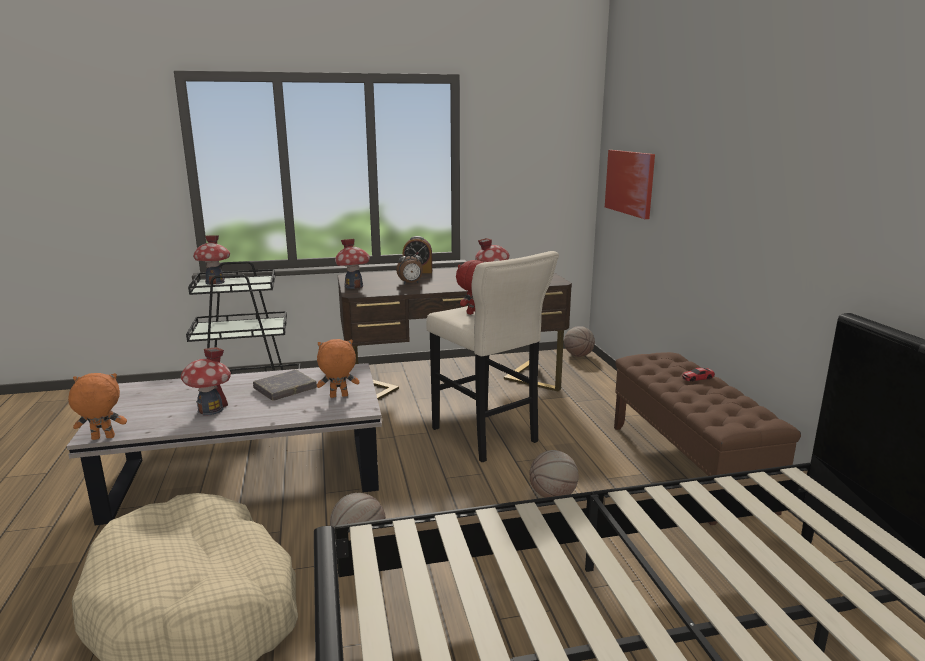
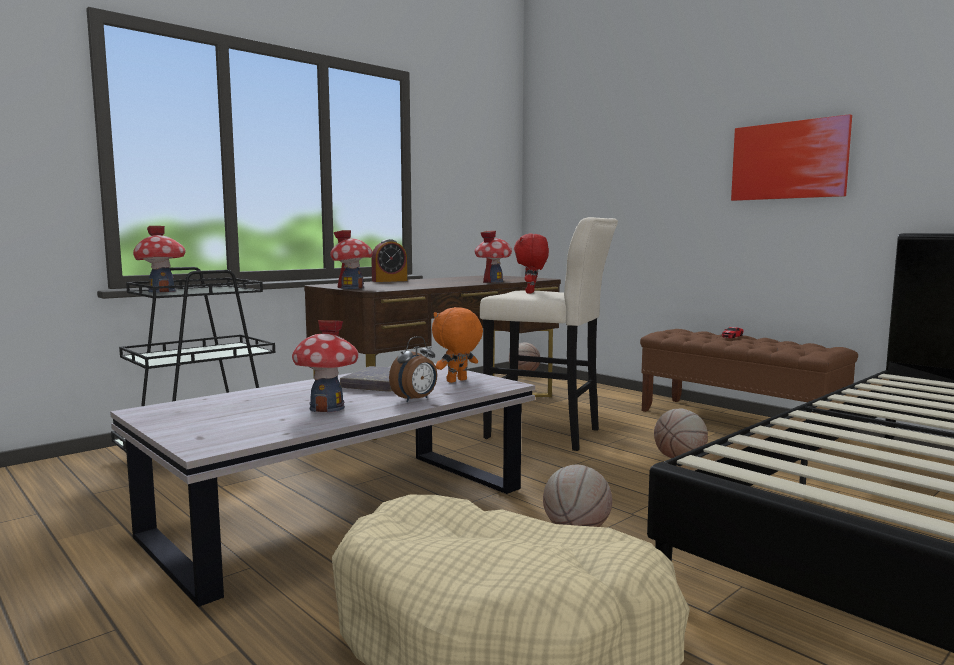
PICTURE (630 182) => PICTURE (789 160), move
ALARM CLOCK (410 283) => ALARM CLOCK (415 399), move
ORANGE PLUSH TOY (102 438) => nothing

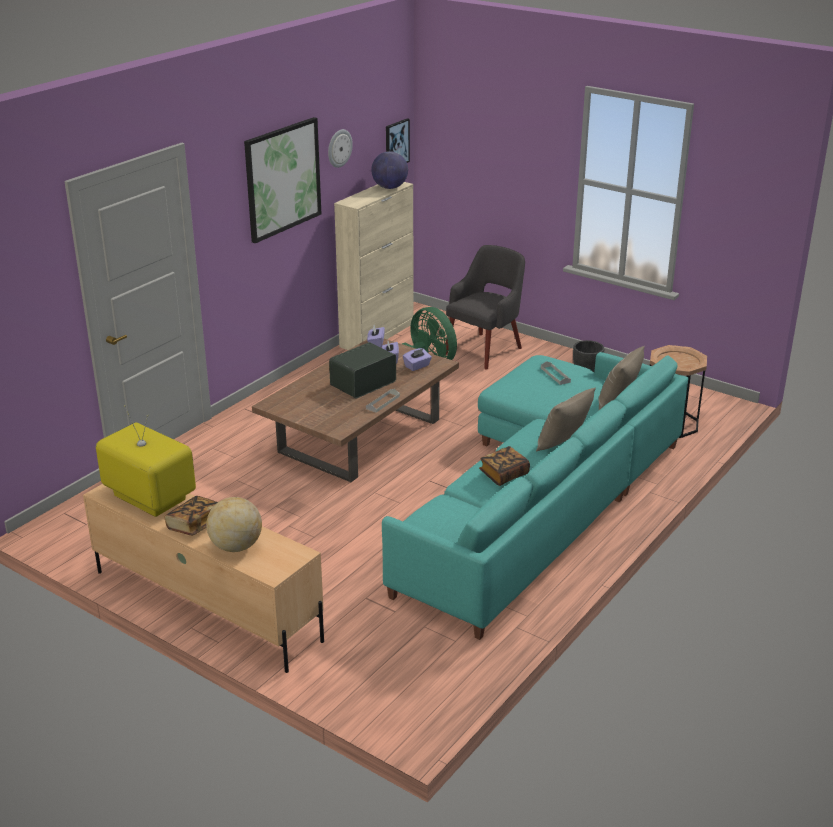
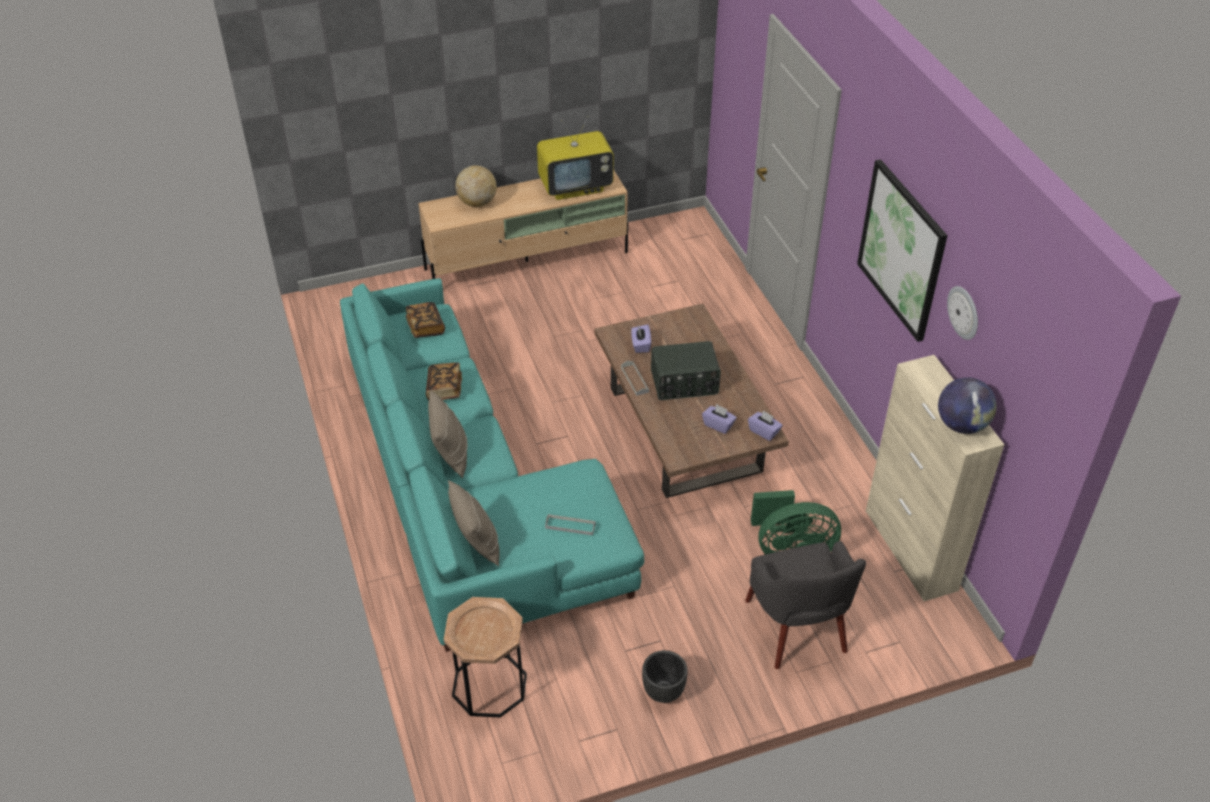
PICTURE (396 144) => nothing
RADIO (362 383) => RADIO (684 384), 90 degrees clockwise
PURPLE TISSUE BOX (417 366) => PURPLE TISSUE BOX (640 345), move
BOOK (194 525) => BOOK (425 327), move

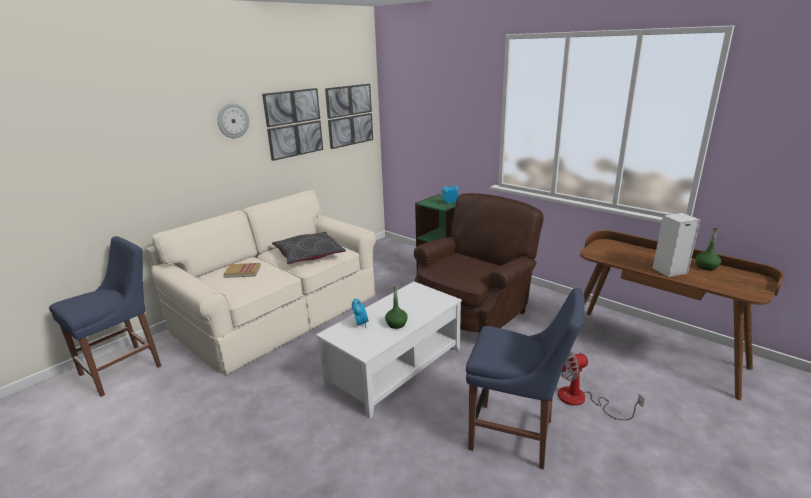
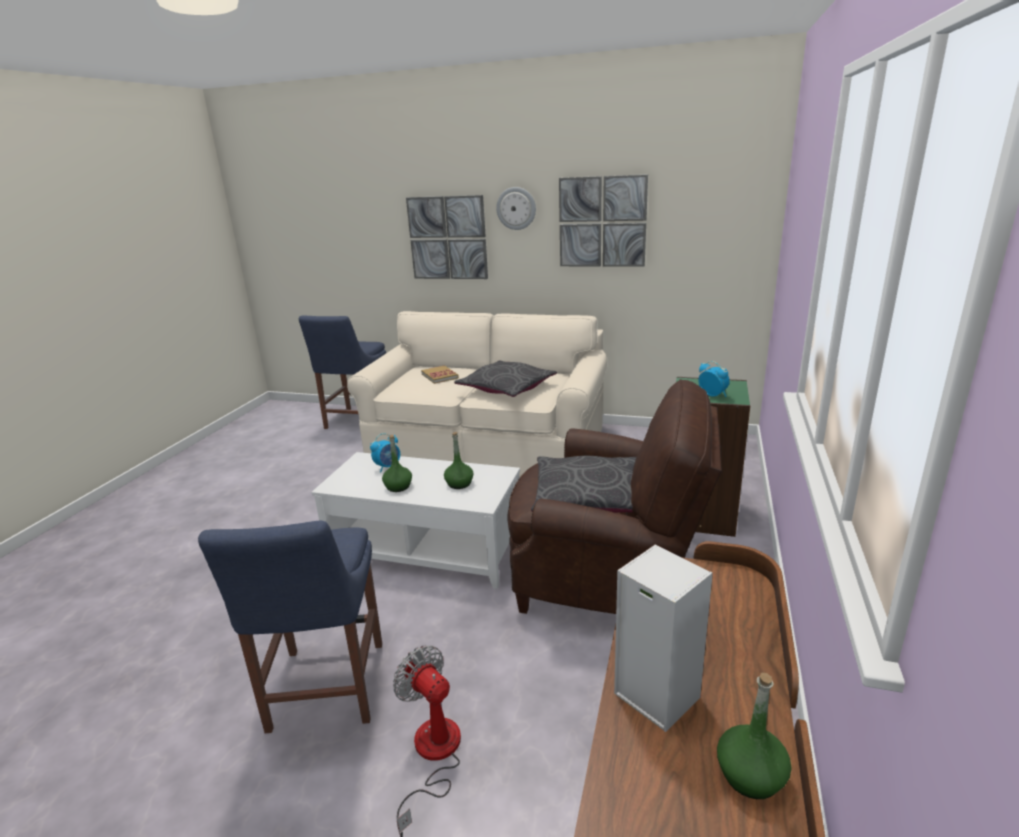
PICTURE (349 115) => PICTURE (448 238), move
BLUE CHAIR (125 368) => BLUE CHAIR (356 421), 90 degrees clockwise
nothing => GREEN BOTTLE (459 484)
nothing => GREY PILLOW (588 497)

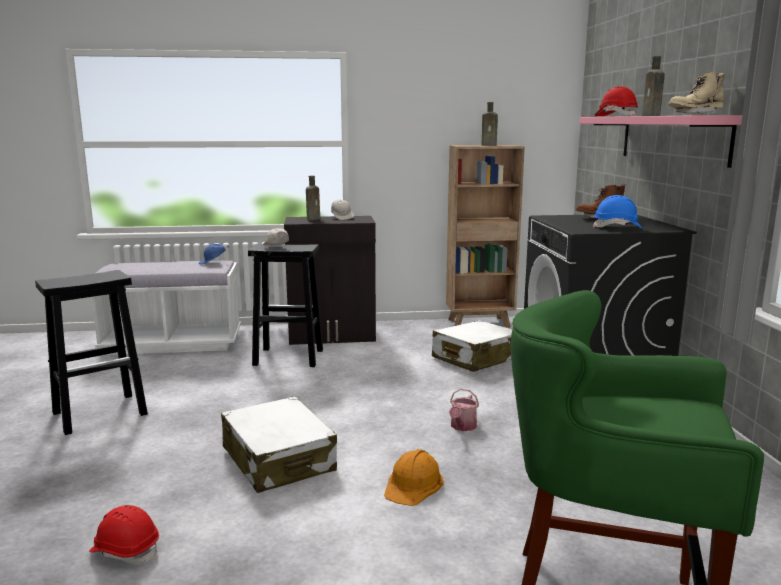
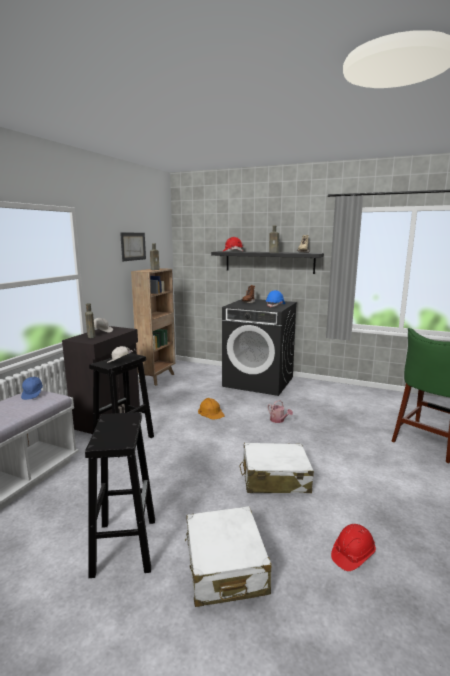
PINK SHELF (672 138) => BLACK SHELF (269 262)
WHITE SUITCASE (475 358) => WHITE SUITCASE (225 567), move
ORANGE HARD HAT (413 484) => ORANGE HARD HAT (211 412), move
nothing => PICTURE (133 246)

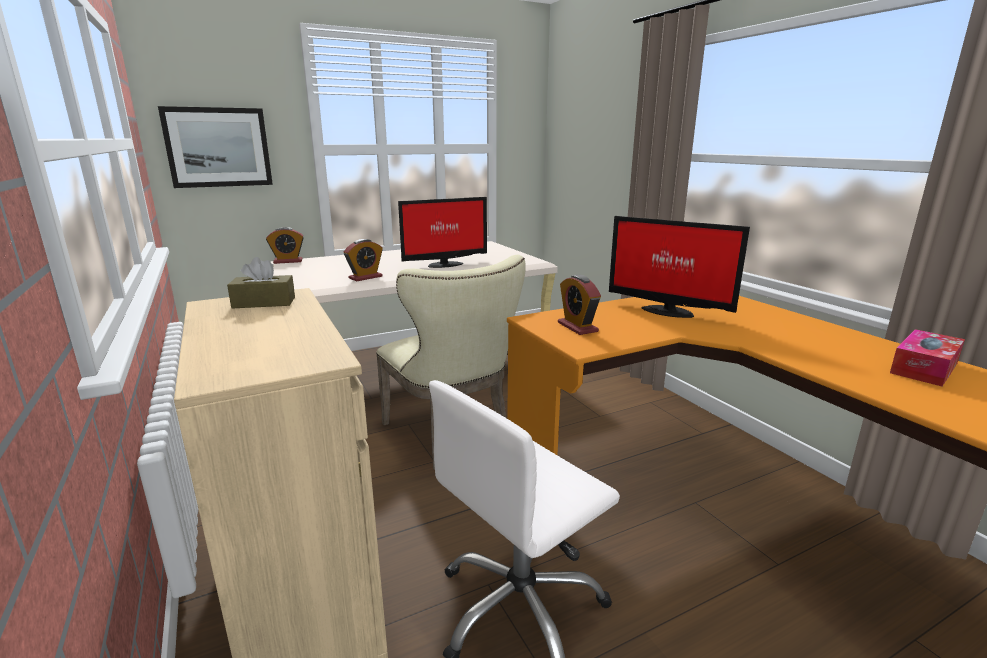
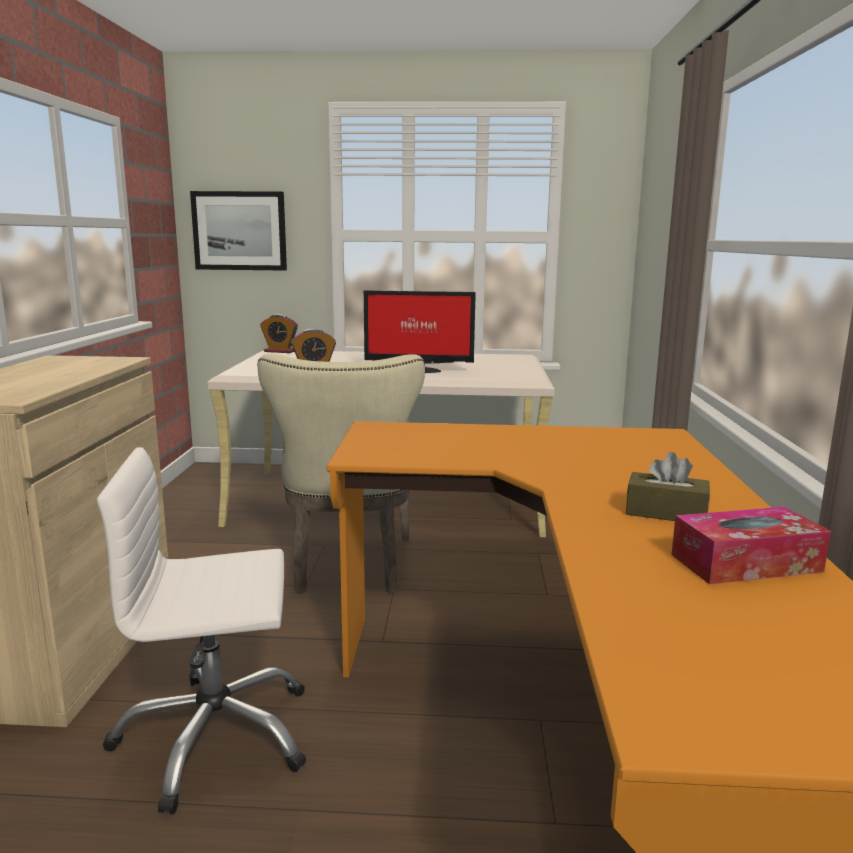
MONITOR (666 311) => nothing
BROWN TISSUE BOX (264 303) => BROWN TISSUE BOX (666 513), move
ALARM CLOCK (577 327) => nothing

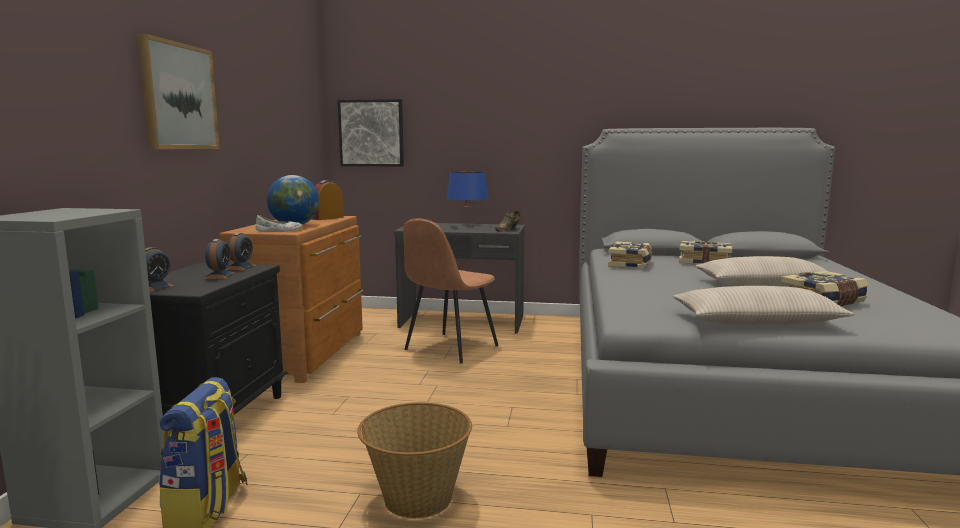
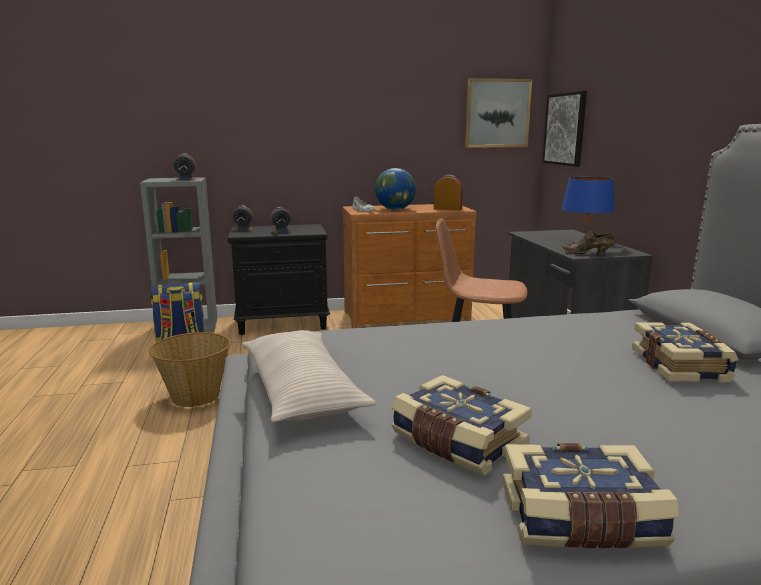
PICTURE (178 97) => PICTURE (497 113), move
ALARM CLOCK (240 267) => ALARM CLOCK (186 179), move
BOOK (630 264) => BOOK (581 519), move
BEIGE PILLOW (762 284) => nothing

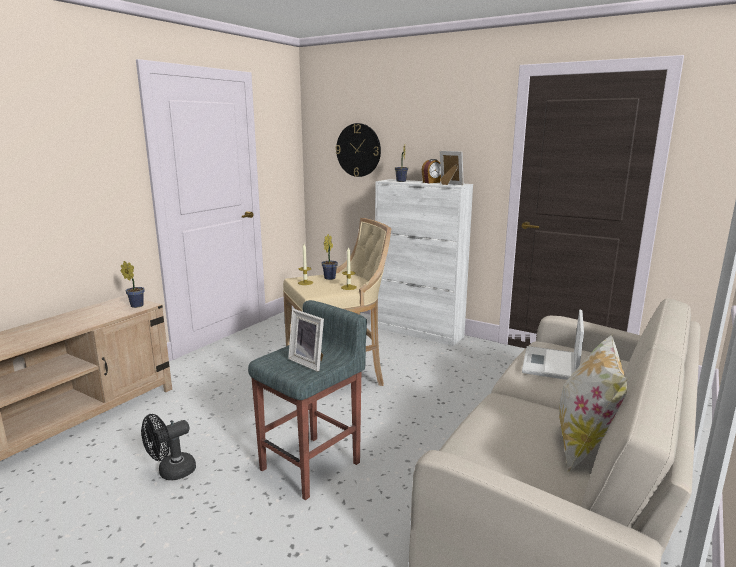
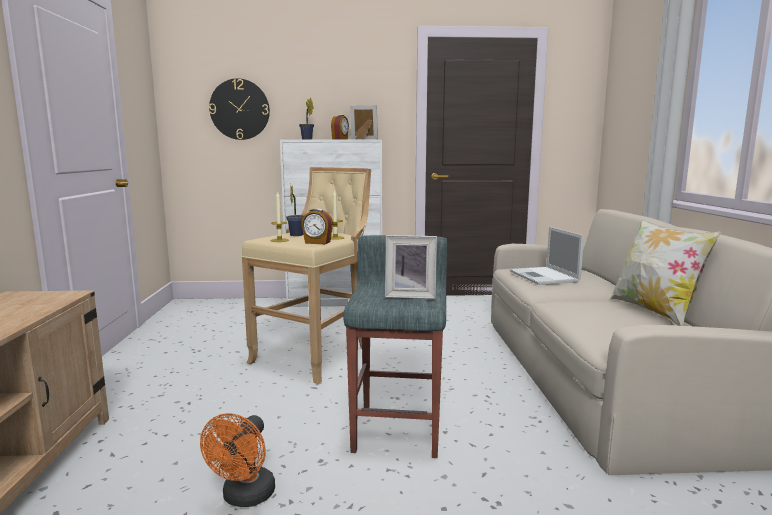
POTTED PLANT (136 305) => nothing
BLACK FAN (171 472) => ORANGE FAN (245 498)
nothing => ALARM CLOCK (317 242)

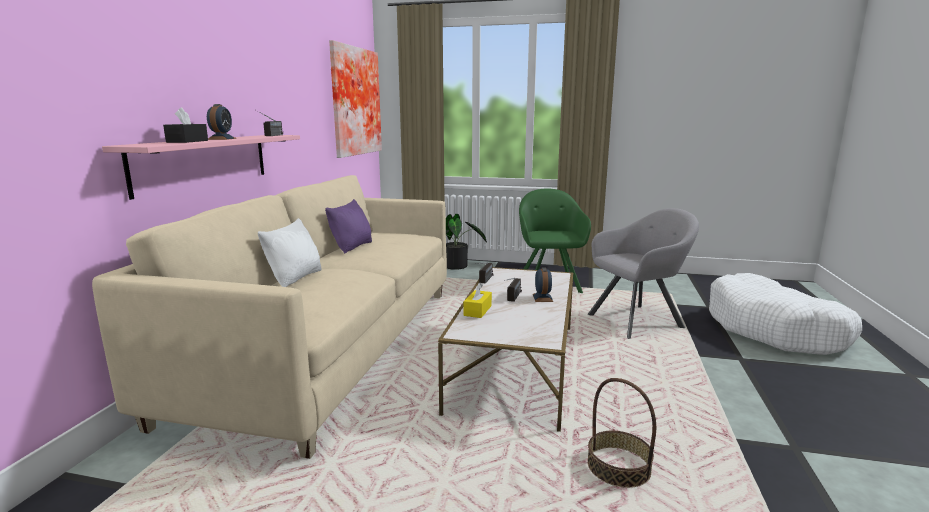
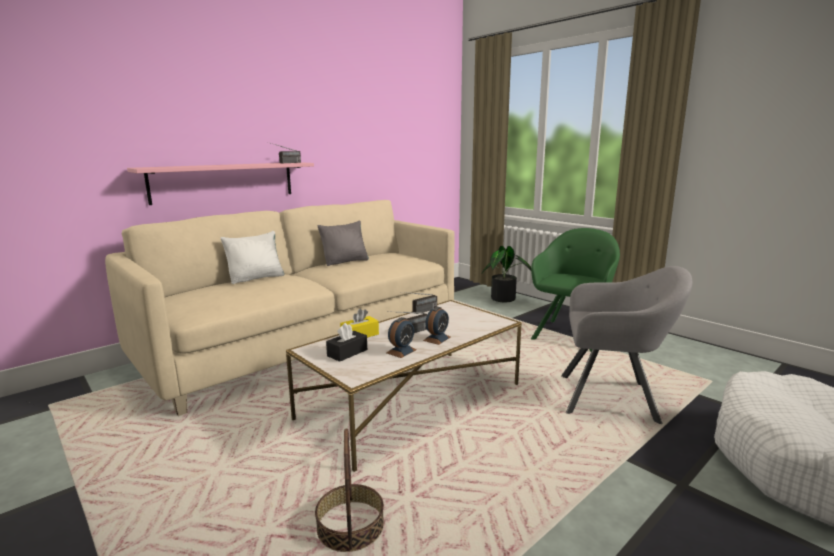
PICTURE (353 101) => nothing
ALARM CLOCK (221 139) => ALARM CLOCK (401 351), move
BLACK TISSUE BOX (187 141) => BLACK TISSUE BOX (347 353), move
PURPLE PILLOW (352 247) => GREY PILLOW (345 262)

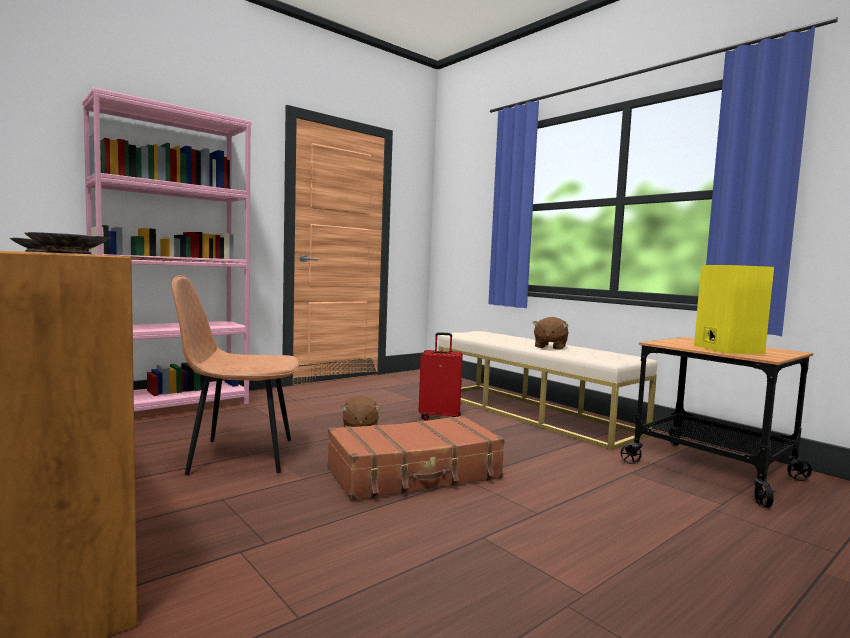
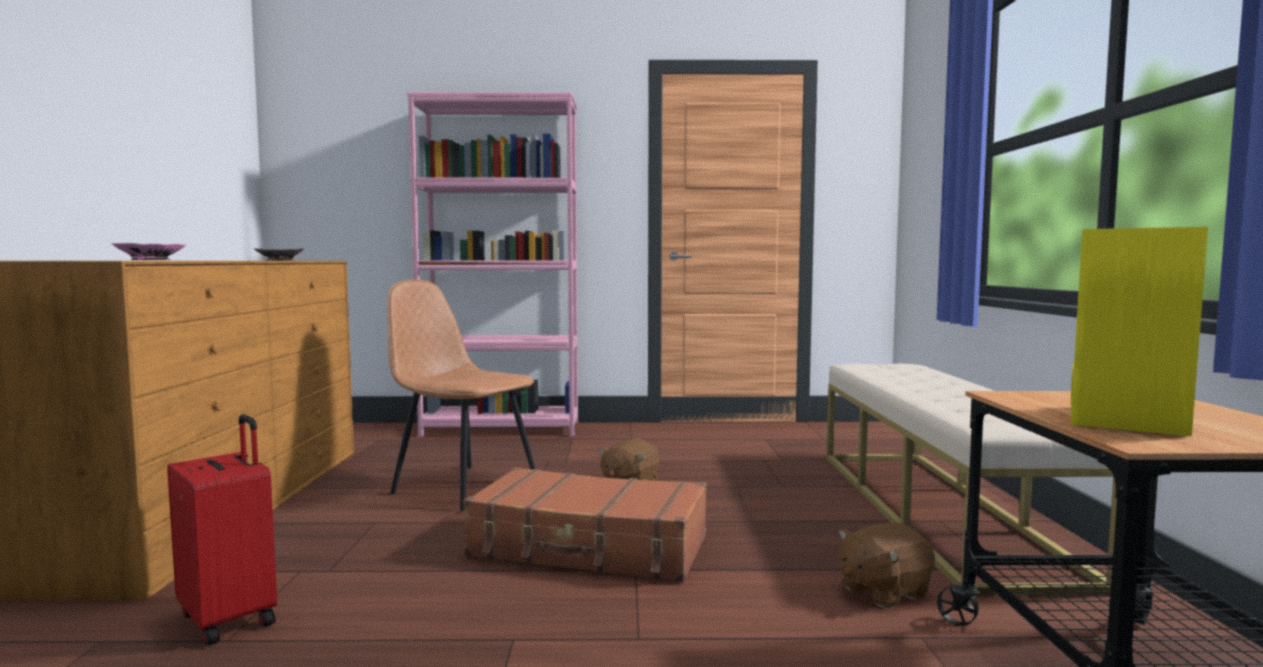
BROWN BOWL (70 253) => PINK BOWL (151 260)
BROWN PLUSH TOY (549 347) => BROWN PLUSH TOY (883 591), move
RED SUITCASE (440 417) => RED SUITCASE (230 618), move

